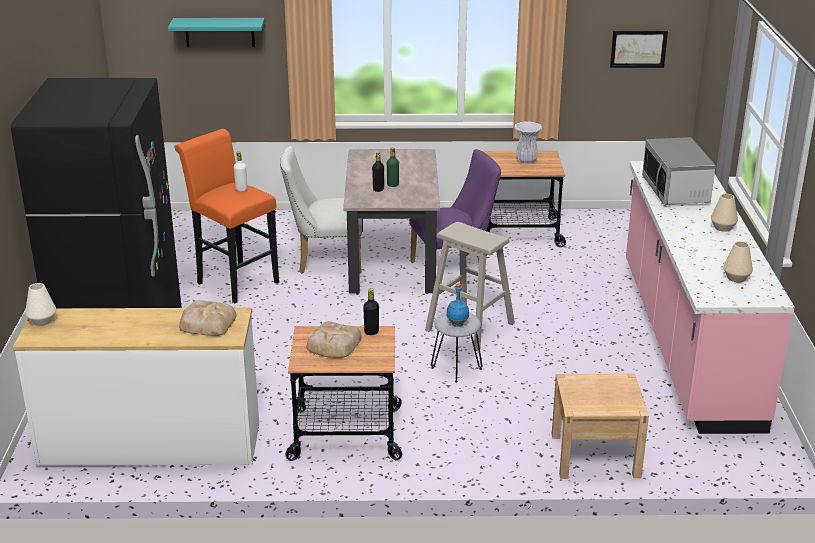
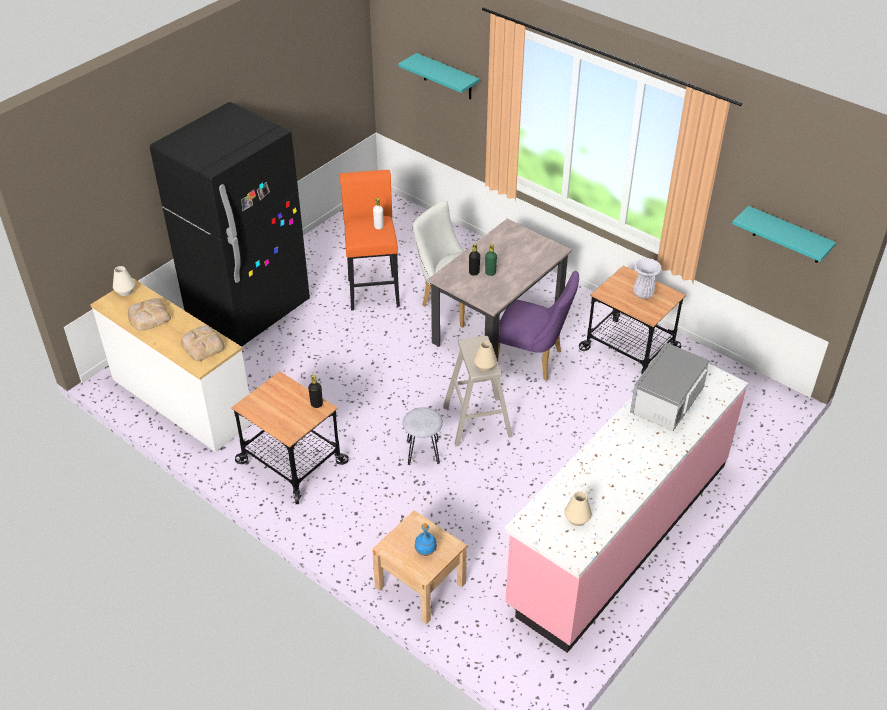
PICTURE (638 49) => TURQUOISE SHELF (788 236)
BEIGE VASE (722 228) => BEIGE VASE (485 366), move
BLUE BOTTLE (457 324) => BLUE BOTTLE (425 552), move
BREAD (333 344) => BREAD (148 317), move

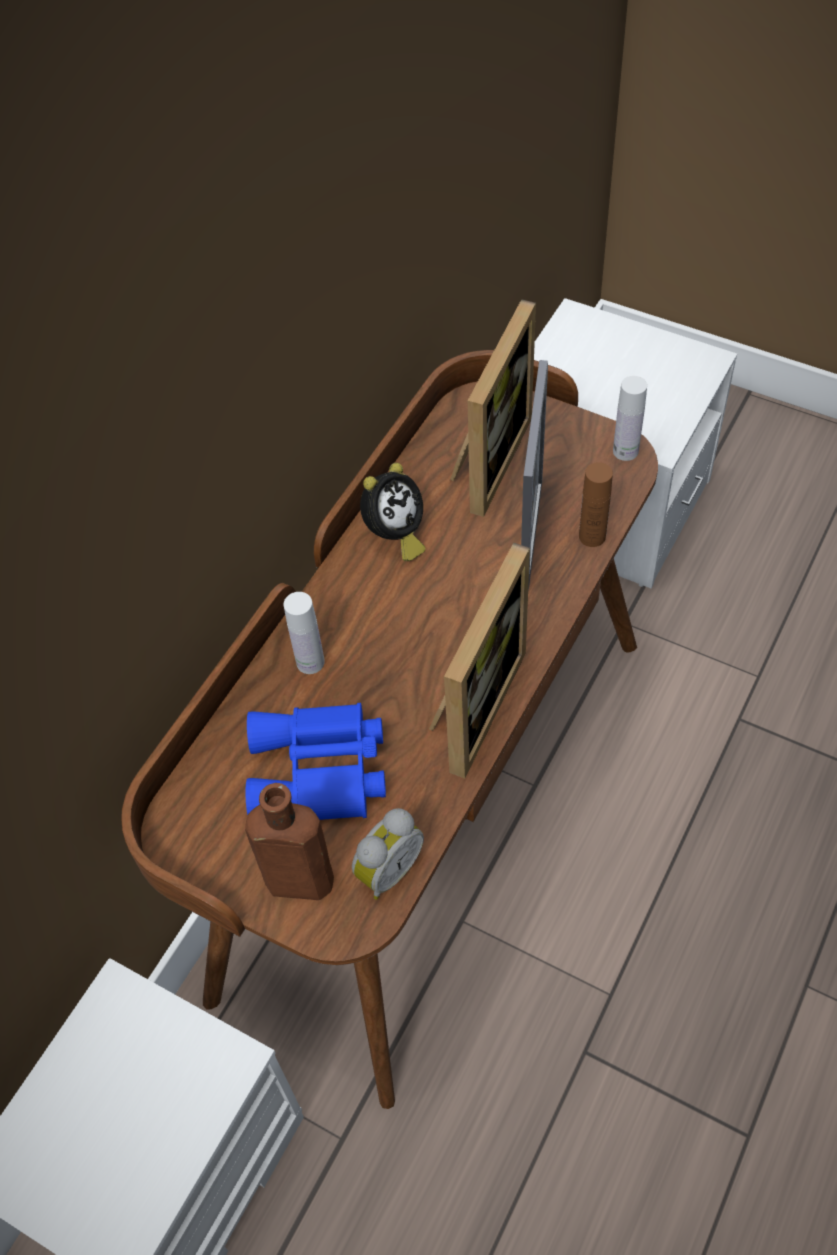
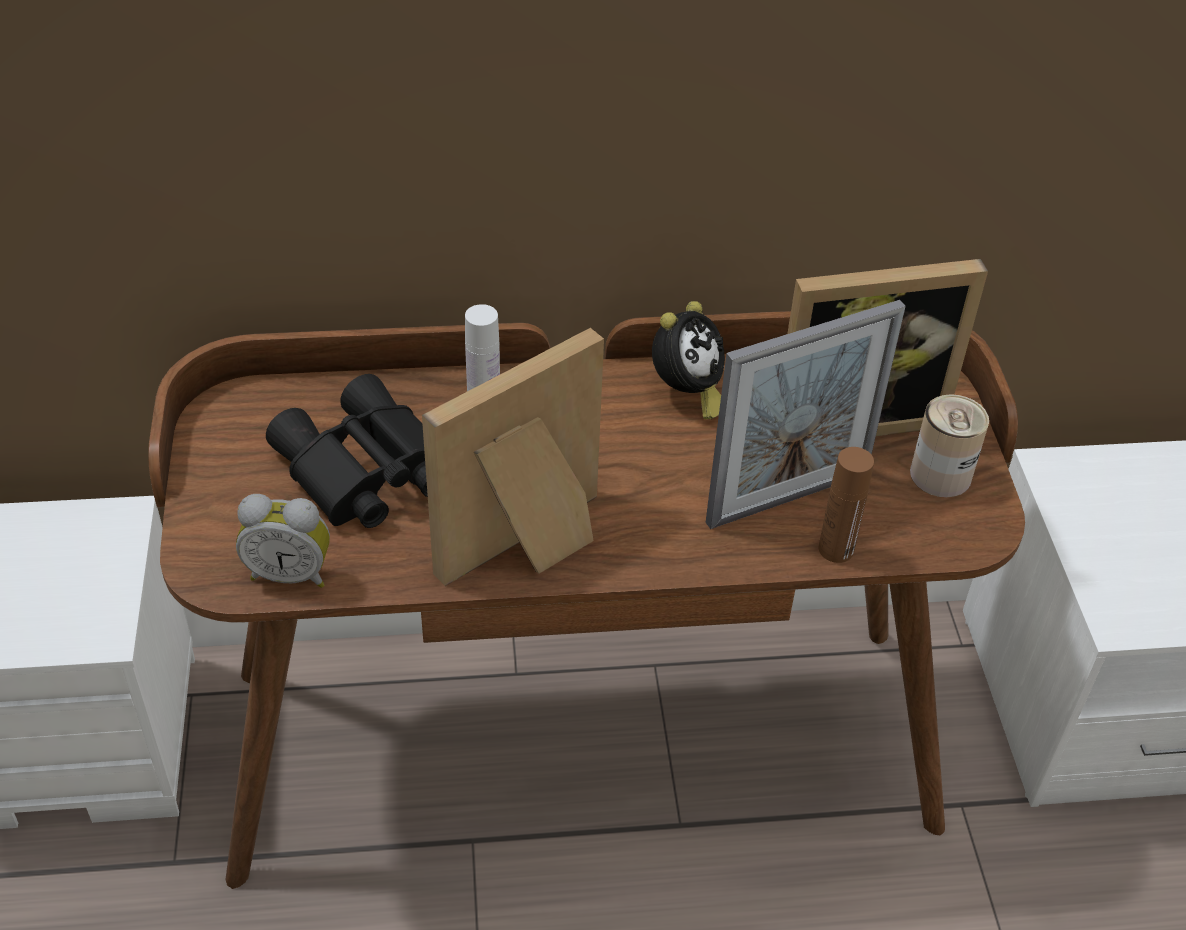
WHITE BOTTLE (625 451) => nothing
ALARM CLOCK (395 536) => ALARM CLOCK (687 394), 60 degrees counterclockwise
PICTURE FRAME (471 704) => PICTURE FRAME (531 548), 150 degrees clockwise
BLUE BINOCULARS (320 773) => BLACK BINOCULARS (363 473)
BROWN BOTTLE (294 881) => nothing
nothing => CAN (940 475)

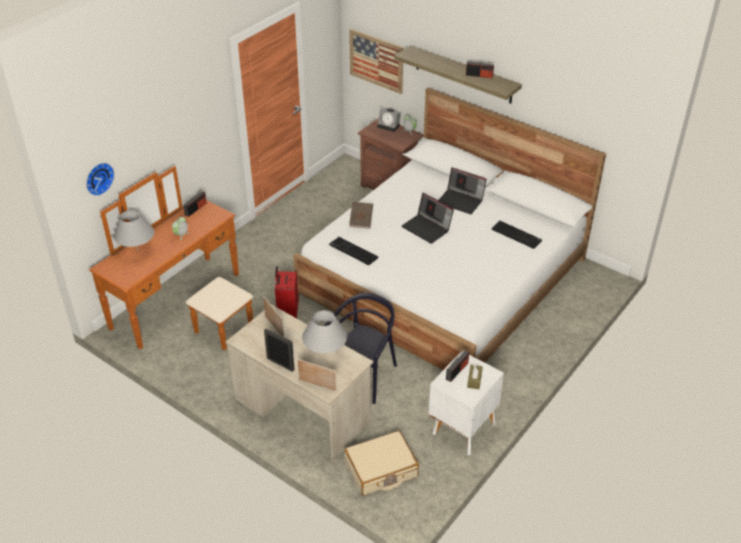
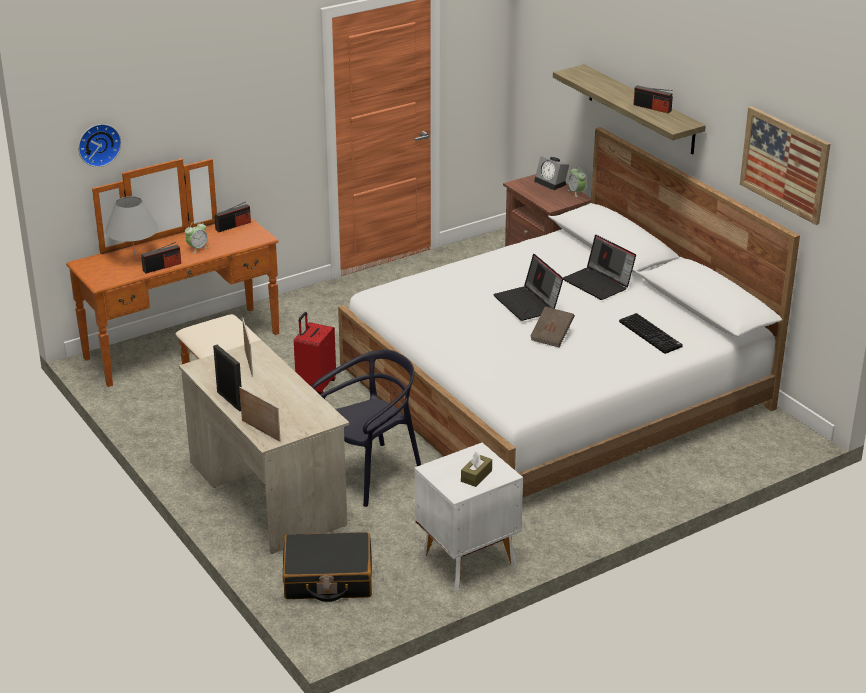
PICTURE (376 60) => PICTURE (784 164), move
BROWN BOOK (361 220) => BROWN BOOK (552 336), move
KEYBOARD (352 251) => nothing
GREY TABLE LAMP (325 354) => nothing
RADIO (457 371) => RADIO (162 267), move
BEIGE SUITCASE (381 470) => BLACK SUITCASE (328 578)

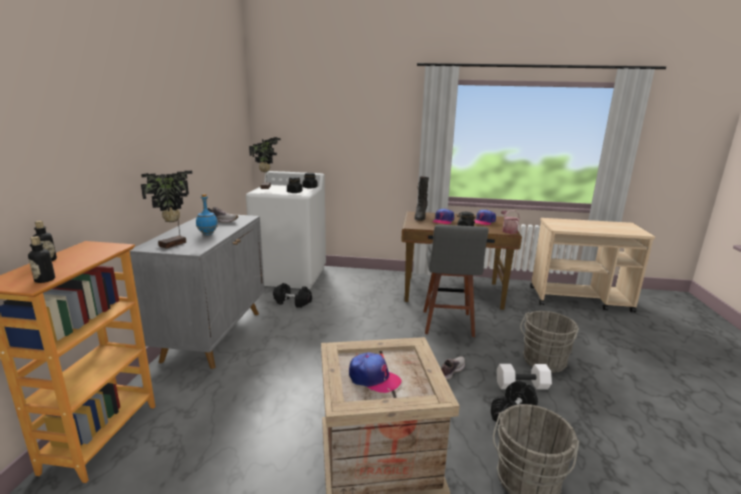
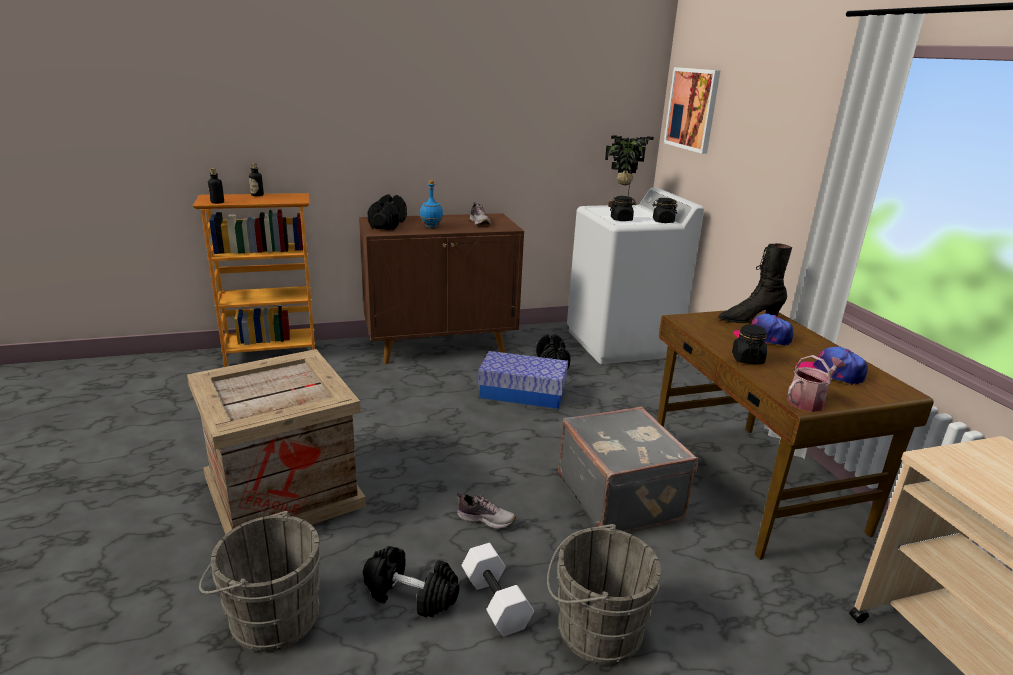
POTTED PLANT (174 244) => BLACK DUMBBELL (387 224)
GREY CABINET (214 335) => BROWN CABINET (441 345)
GREY STOOL (448 325) => GREY SUITCASE (620 497)
CAP (373 378) => nothing
nothing => PICTURE (692 109)
nothing => STORAGE BOX (522 393)

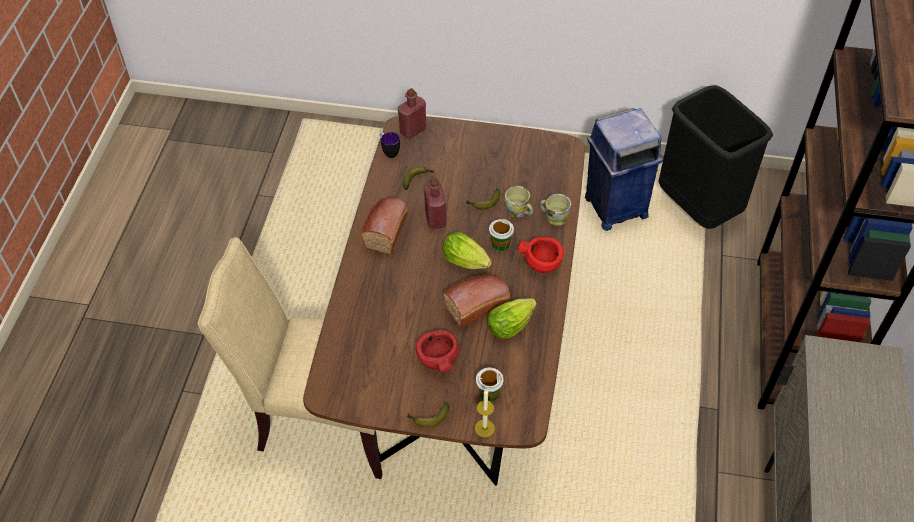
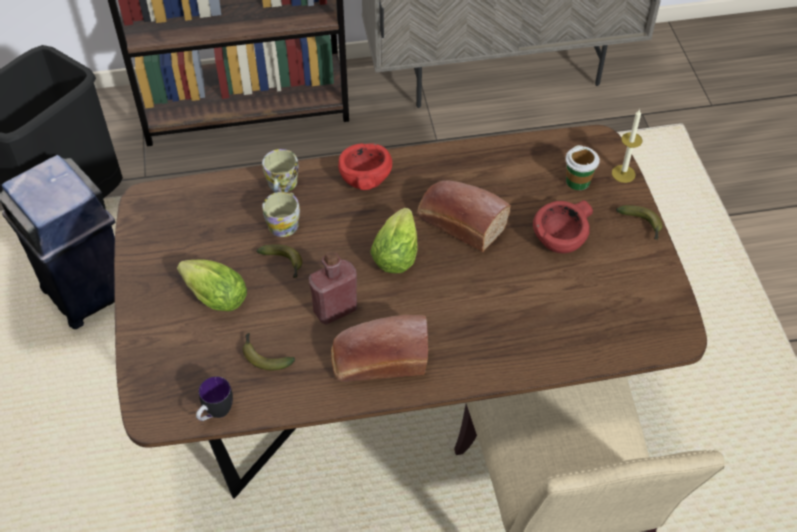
RED BOTTLE (413 130) => nothing
CUP (500 244) => nothing
LETTUCE (512 324) => LETTUCE (212 296), move

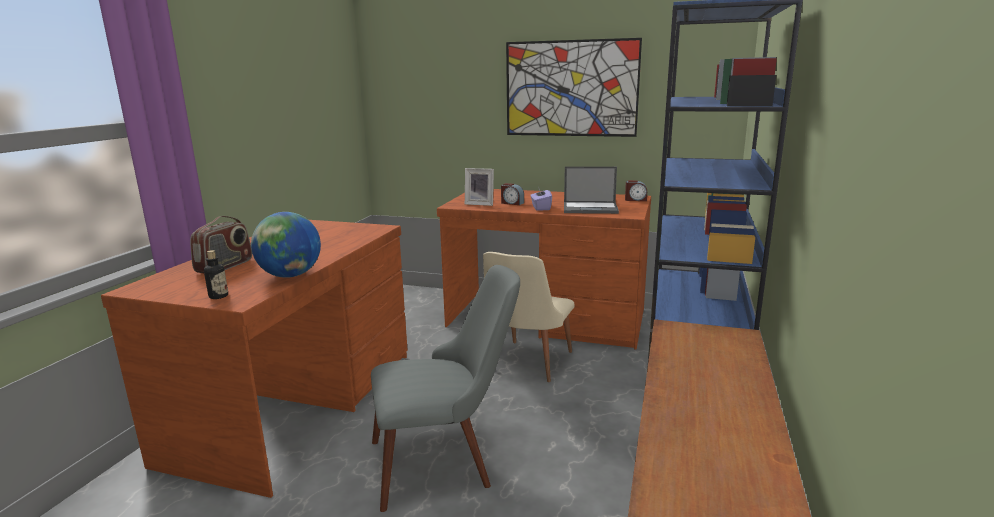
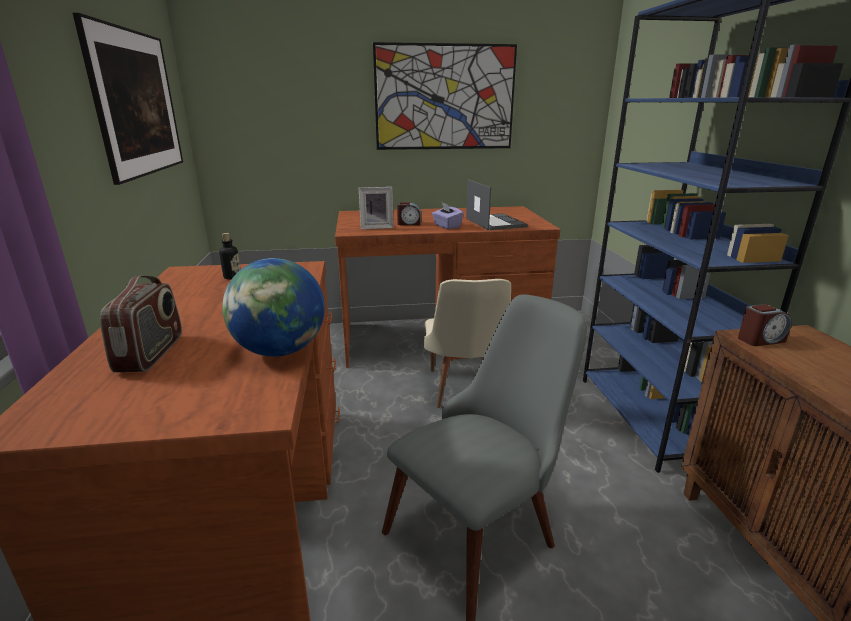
LAPTOP (591 208) => LAPTOP (494 222), 90 degrees counterclockwise
ALARM CLOCK (635 199) => ALARM CLOCK (760 340), move
BOTTLE (218 296) => BOTTLE (232 277), move
nothing => PICTURE (144 138)

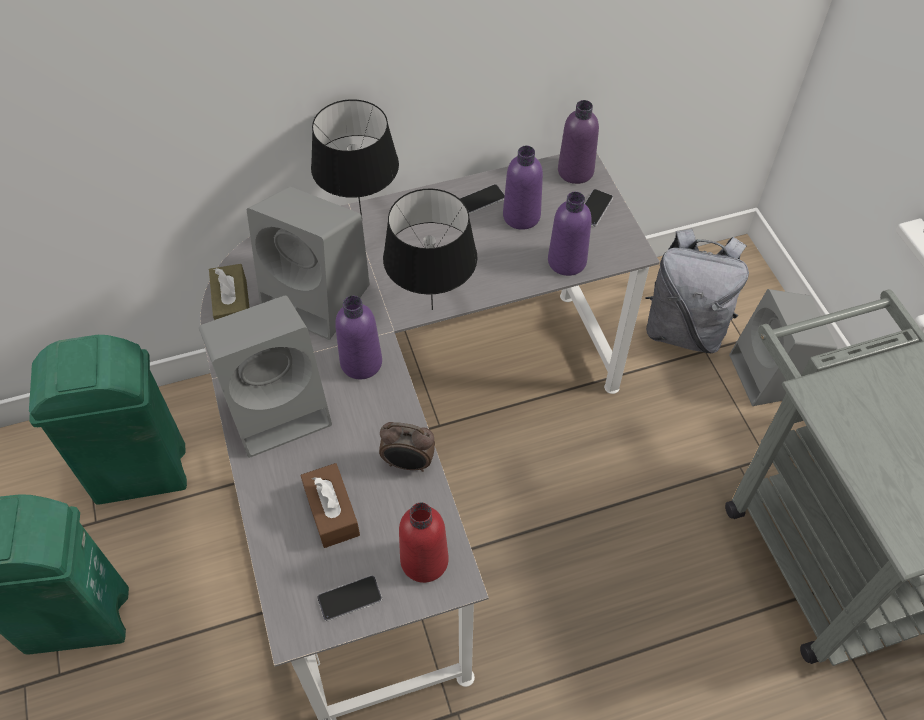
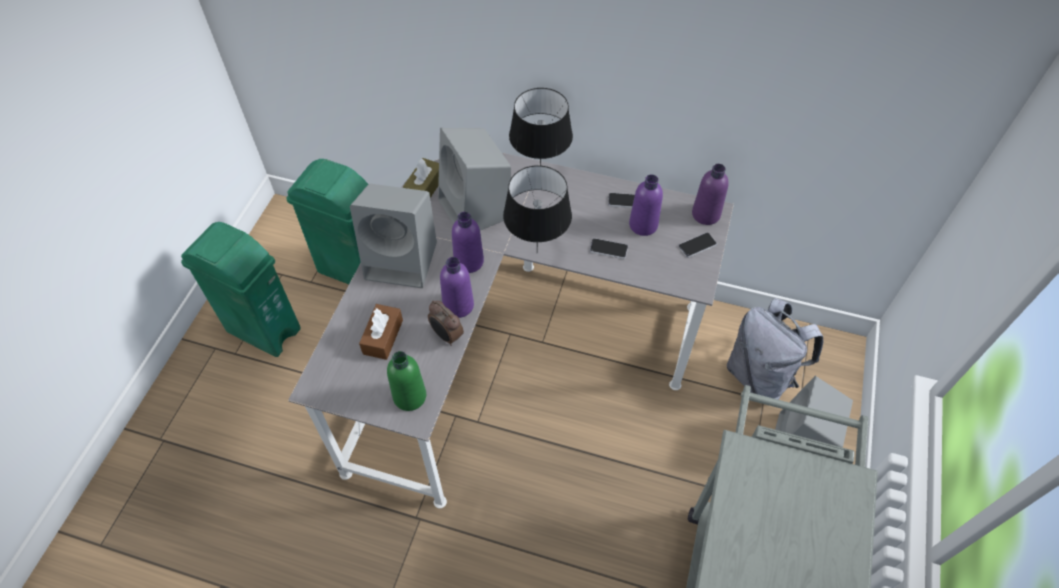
PURPLE BOTTLE (567 261) => PURPLE BOTTLE (458 305), move
RED BOTTLE (424 560) => GREEN BOTTLE (409 396)
PHONE (350 598) => PHONE (608 249), move

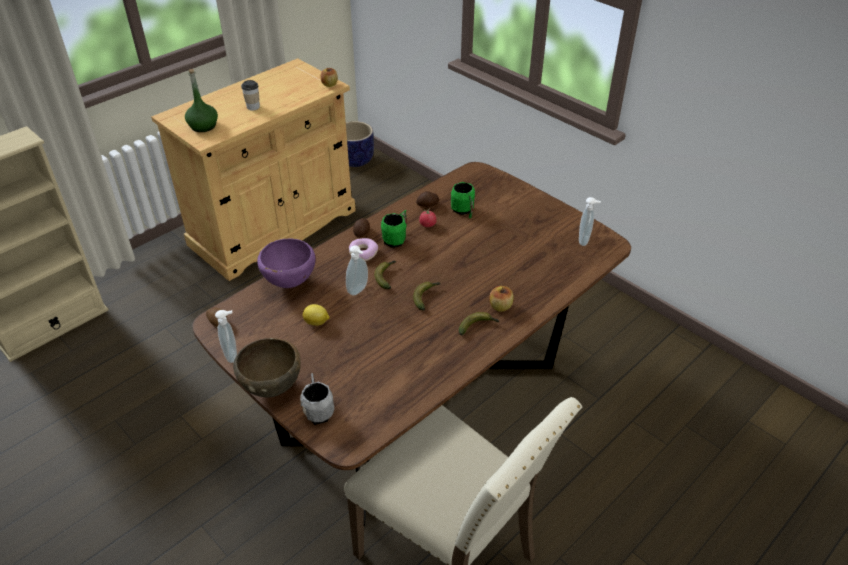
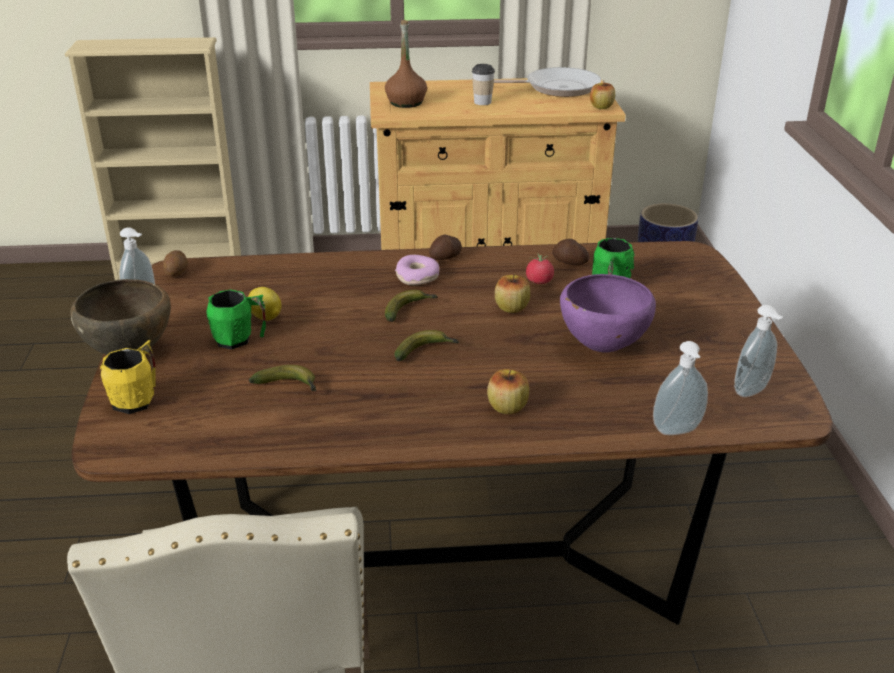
GREEN BOTTLE (203 126) => BROWN BOTTLE (406 103)
GREEN MUG (396 239) => GREEN MUG (239 339), move
PURPLE BOWL (289 283) => PURPLE BOWL (602 348), move
SOAP DISPENSER (359 290) => SOAP DISPENSER (677 432), move
BANANA (477 326) => BANANA (289 386), move
GREY MUG (318 410) => YELLOW MUG (138 399)
nothing => FRYING PAN (557 88)
nothing => APPLE (511 308)

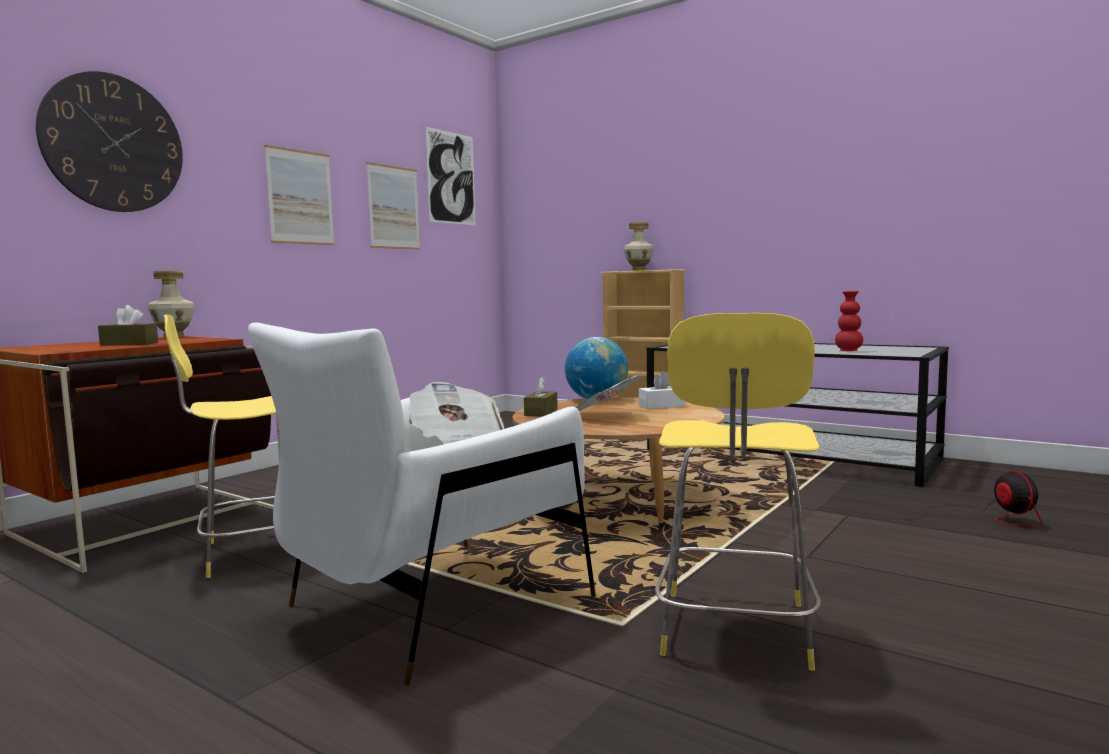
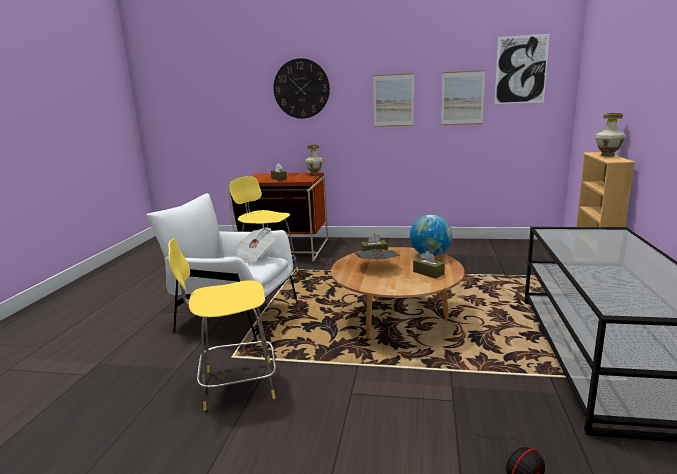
RED VASE (848 351) => nothing
WHITE TISSUE BOX (661 406) => BROWN TISSUE BOX (428 273)

